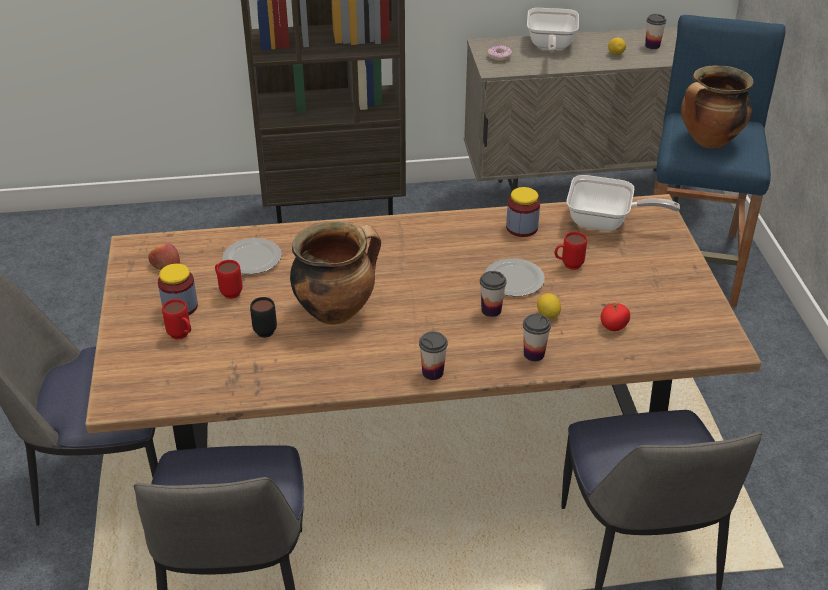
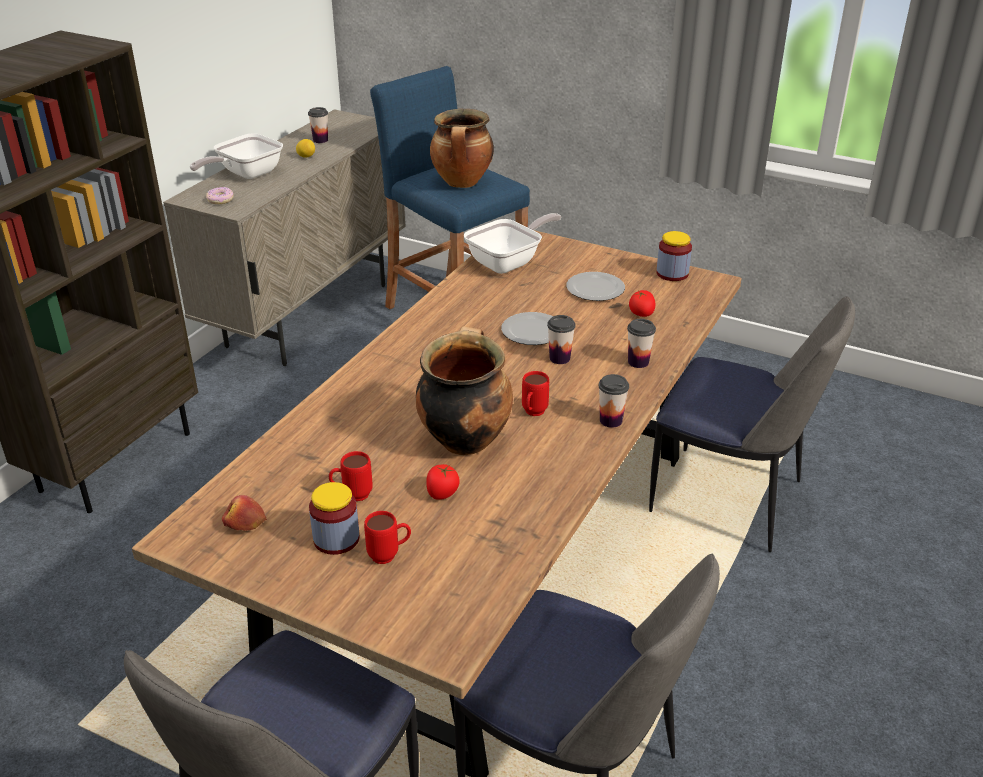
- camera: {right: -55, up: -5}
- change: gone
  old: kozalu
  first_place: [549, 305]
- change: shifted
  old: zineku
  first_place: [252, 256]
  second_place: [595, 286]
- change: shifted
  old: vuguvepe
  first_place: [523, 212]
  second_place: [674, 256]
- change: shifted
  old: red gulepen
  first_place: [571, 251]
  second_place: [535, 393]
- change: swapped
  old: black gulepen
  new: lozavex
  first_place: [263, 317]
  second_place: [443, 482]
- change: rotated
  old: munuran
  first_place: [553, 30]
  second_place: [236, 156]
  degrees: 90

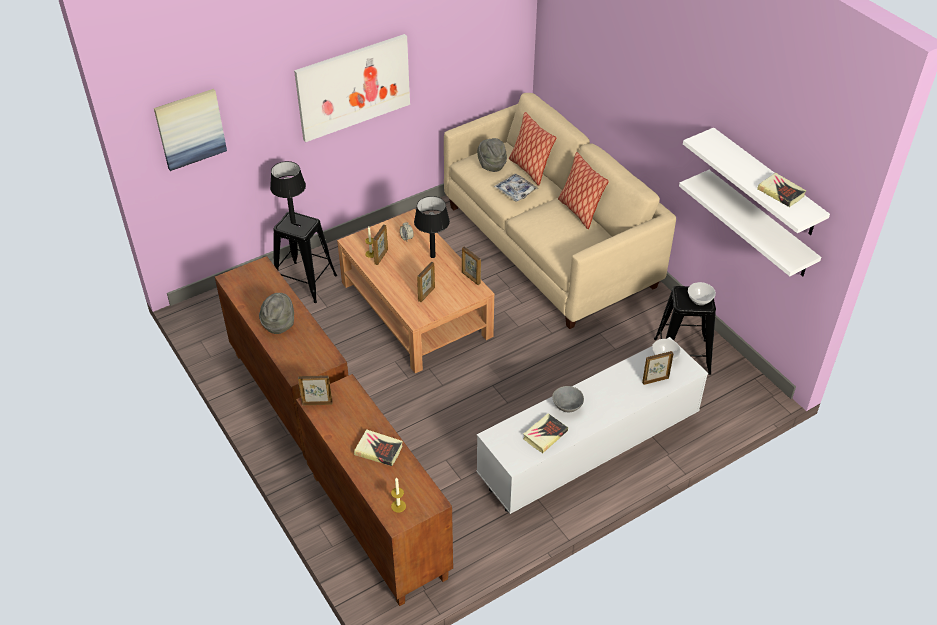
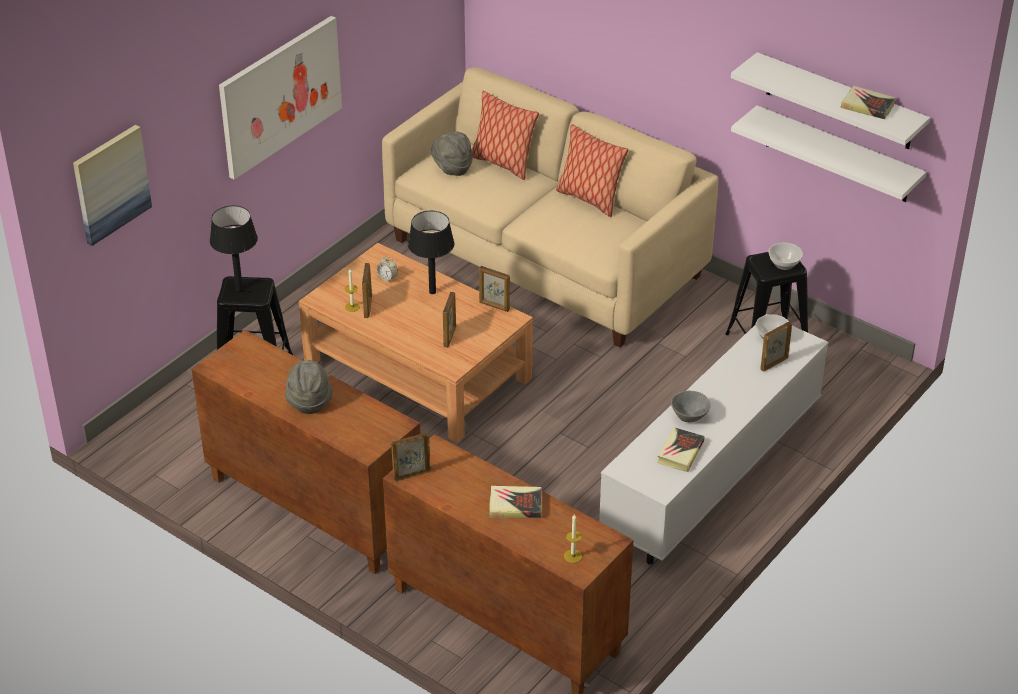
- camera: {right: -20, up: -5}
- change: gone
  old: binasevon
  first_place: [516, 188]

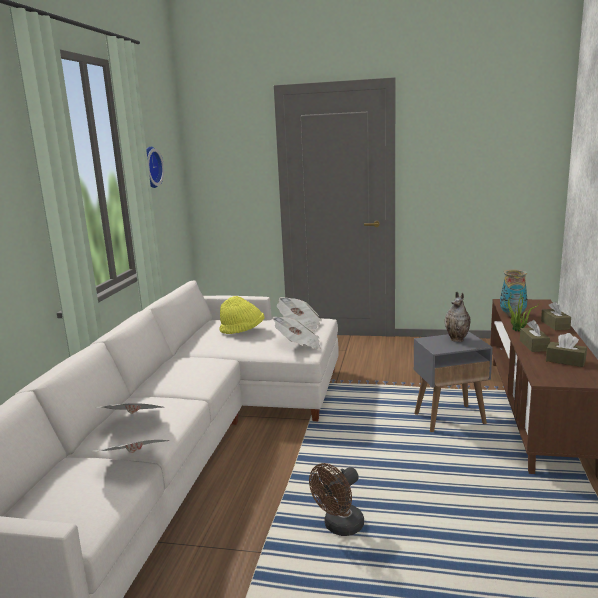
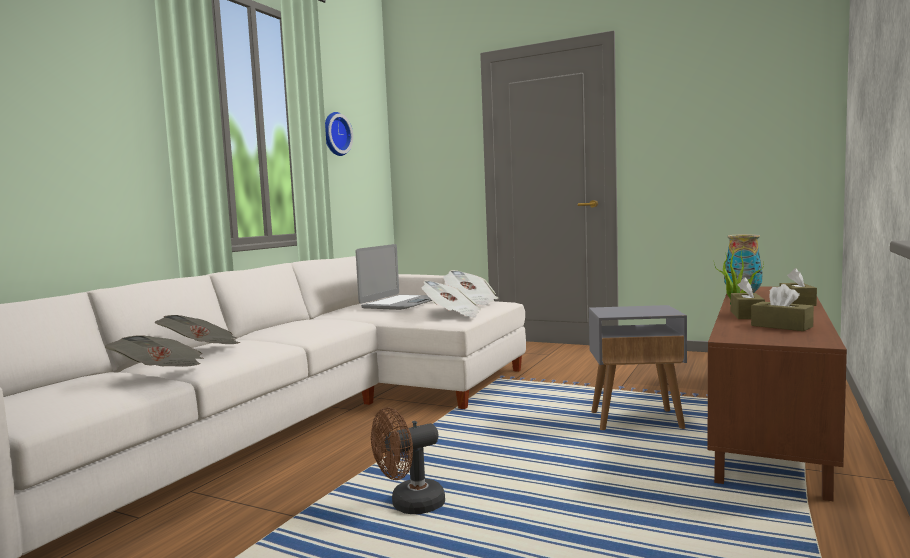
- camera: {right: 15, up: -10}
- change: gone
  old: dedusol
  first_place: [458, 317]
- change: swapped
  old: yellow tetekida
  new: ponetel
  first_place: [241, 315]
  second_place: [394, 277]

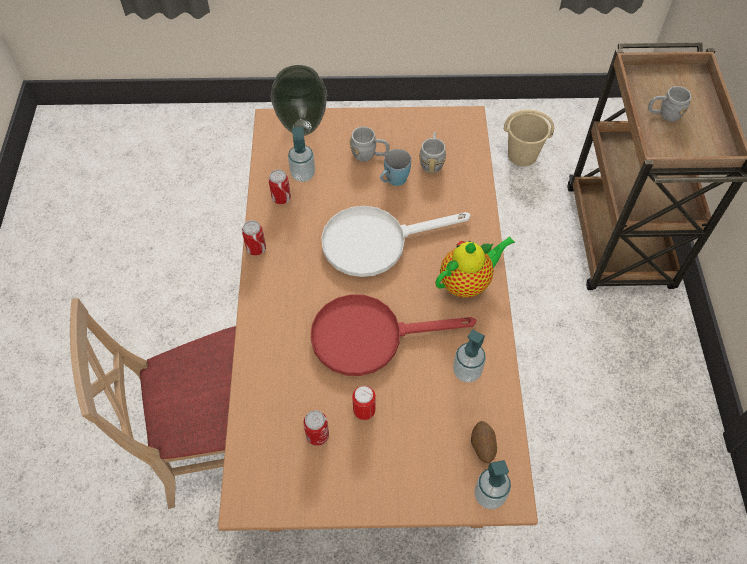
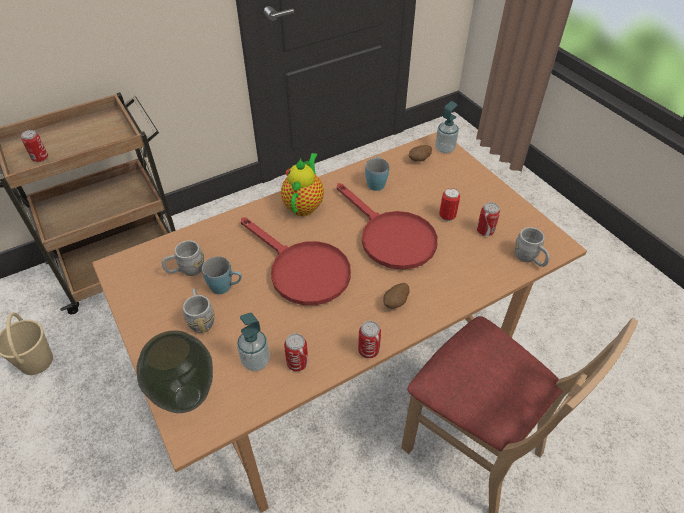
- camera: {right: -120, up: -10}
- change: new
  new: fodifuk
  second_place: [34, 146]
- change: new
  new: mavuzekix
  second_place: [396, 295]
- change: shifted
  old: grey gulepen
  first_place: [669, 104]
  second_place: [532, 247]
- change: swapped
  old: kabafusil
  new: blue gulepen
  first_place: [469, 356]
  second_place: [377, 173]
- change: repainted
  old: white munuran
  new: red munuran
  first_place: [396, 241]
  second_place: [296, 261]
- change: rotated
  old: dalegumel
  first_place: [475, 267]
  second_place: [302, 184]
  degrees: 75

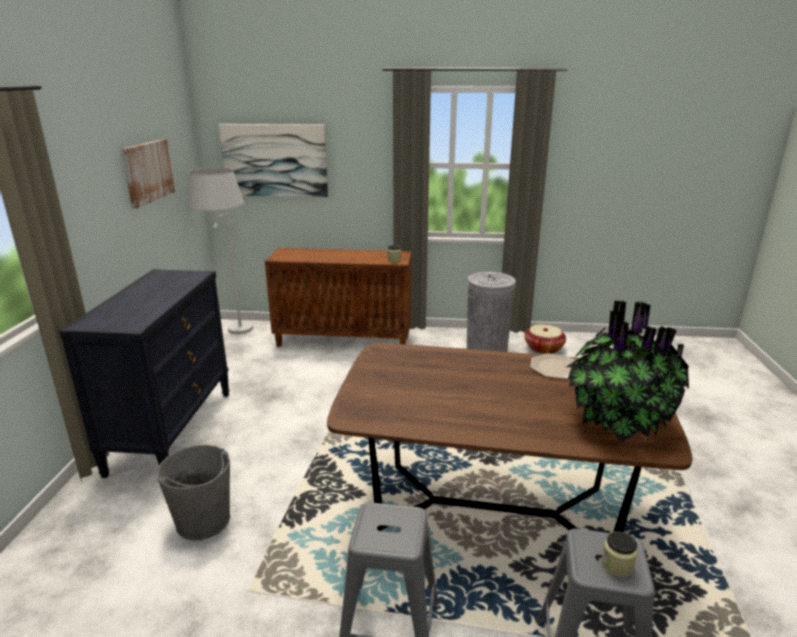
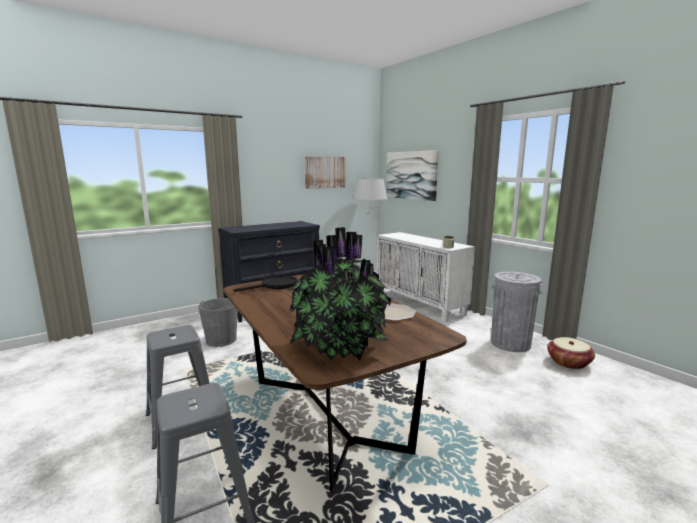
- camera: {right: 50, up: -10}
- change: gone
  old: vuguvepe
  first_place: [619, 554]
- change: new
  new: black munuran
  second_place: [265, 284]
- change: repainted
  old: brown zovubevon
  new: white zovubevon
  first_place: [338, 297]
  second_place: [425, 277]

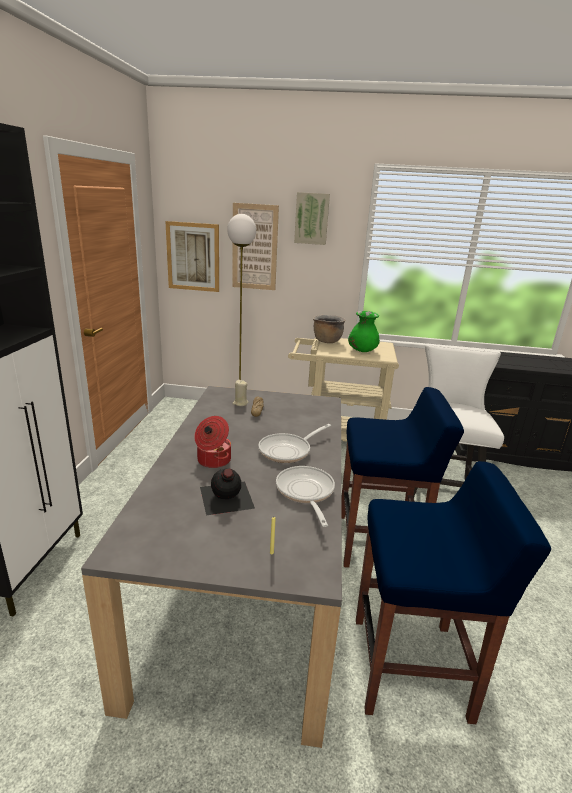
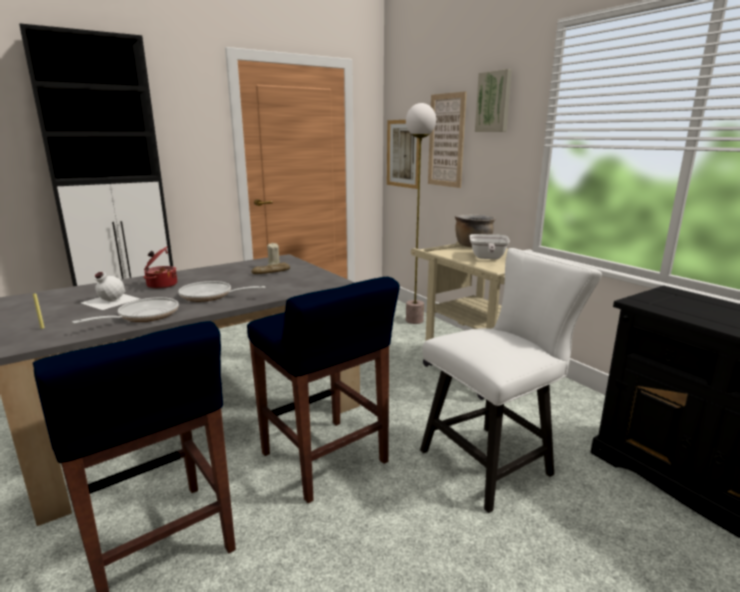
- camera: {right: 50, up: -5}
- change: swapped
  old: green dedusol
  new: munuran
  first_place: [364, 331]
  second_place: [489, 246]
- change: repainted
  old: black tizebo
  new: white tizebo
  first_place: [227, 491]
  second_place: [110, 291]

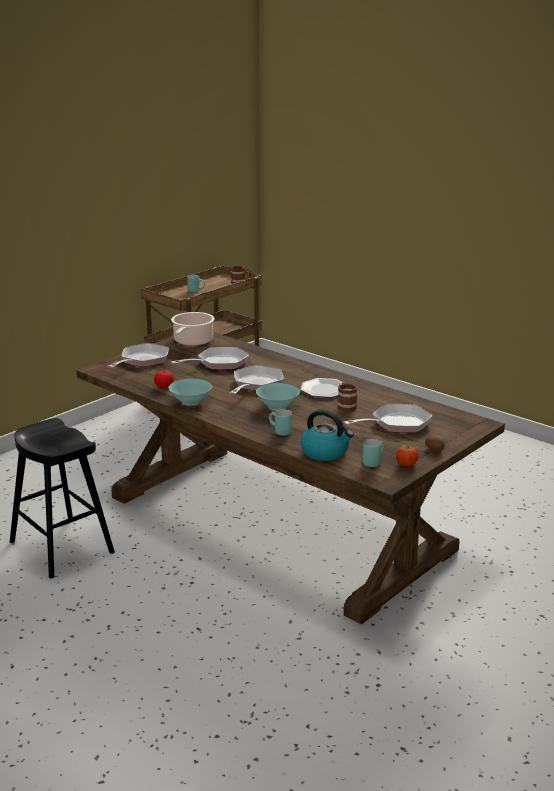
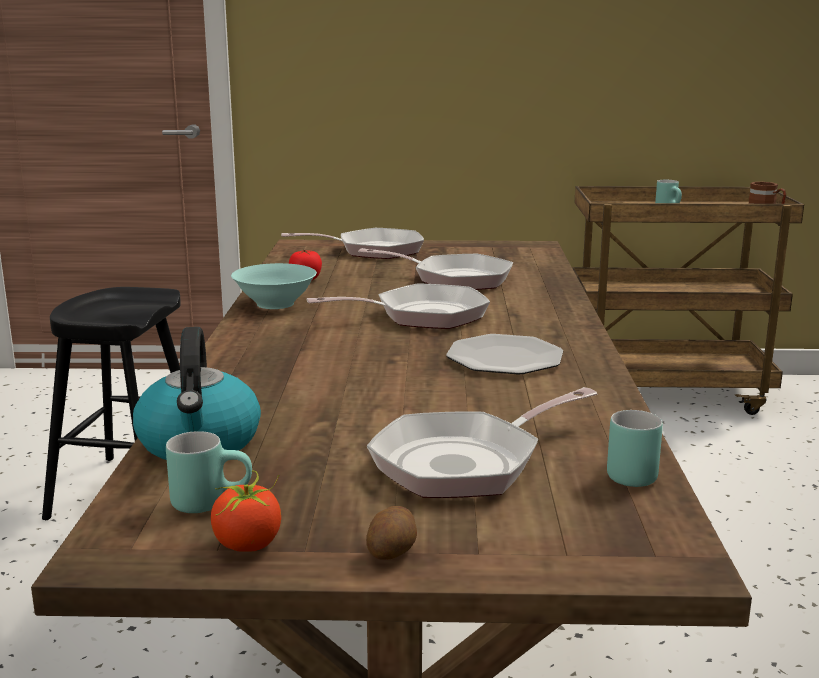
- camera: {right: 50, up: -5}
- change: gone
  old: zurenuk
  first_place: [193, 329]
- change: gone
  old: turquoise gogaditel
  first_place: [278, 396]
- change: gone
  old: brown gulepen
  first_place: [348, 397]
- change: shifted
  old: turquoise gulepen
  first_place: [280, 422]
  second_place: [635, 448]
- change: rotated
  old: munuran
  first_place: [387, 418]
  second_place: [482, 442]
  degrees: 120

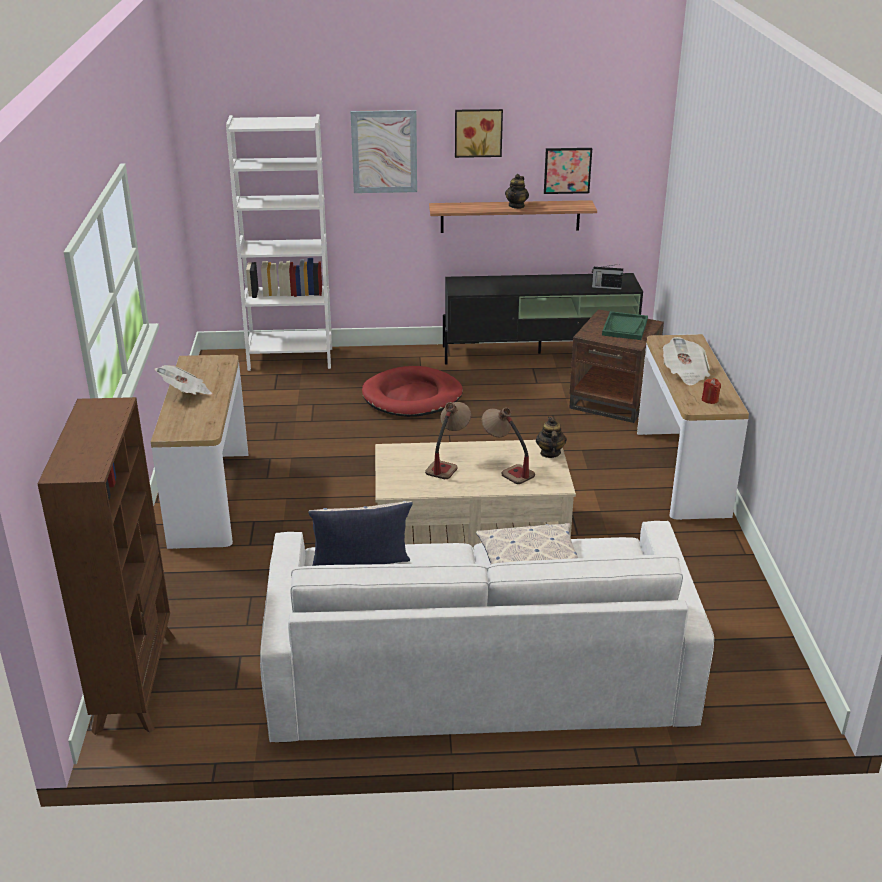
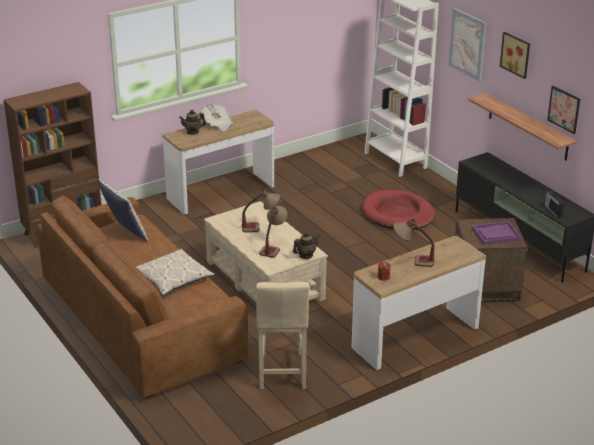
- camera: {right: 60, up: 0}
- change: new
  new: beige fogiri
  second_place: [282, 335]
- change: shifted
  old: dalegumel
  first_place: [517, 191]
  second_place: [192, 122]
- change: swapped
  old: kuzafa
  new: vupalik
  first_place: [686, 361]
  second_place: [414, 242]
- change: repainted
  old: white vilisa
  new: brown vilisa
  first_place: [487, 632]
  second_place: [142, 297]
- change: repainted
  old: green binasevon
  new: purple binasevon
  first_place: [625, 325]
  second_place: [496, 233]

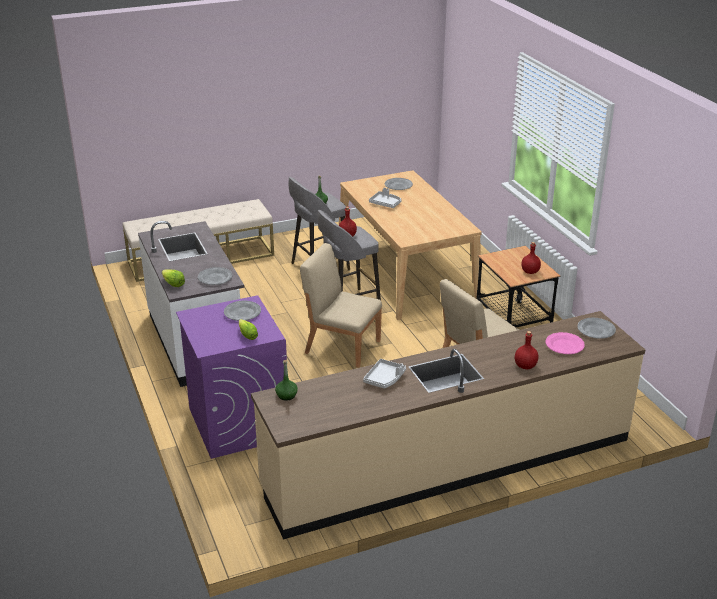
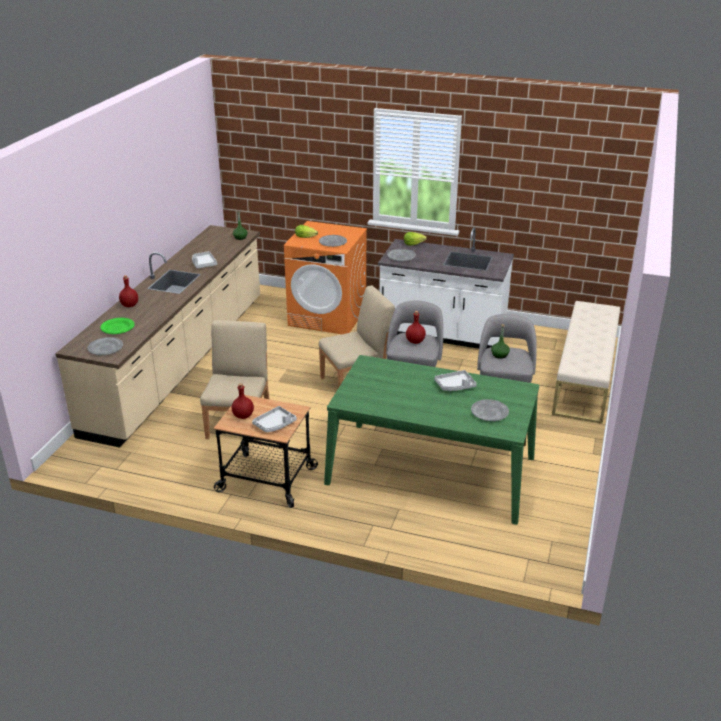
- camera: {right: 130, up: 0}
- change: new
  new: grey binasevon
  second_place: [274, 419]
- change: repainted
  old: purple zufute
  new: orange zufute
  first_place: [231, 377]
  second_place: [325, 277]
- change: repainted
  old: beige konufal
  new: green konufal
  first_place: [410, 245]
  second_place: [431, 440]
- change: repainted
  old: pink zineku
  new: green zineku
  first_place: [565, 343]
  second_place: [117, 326]

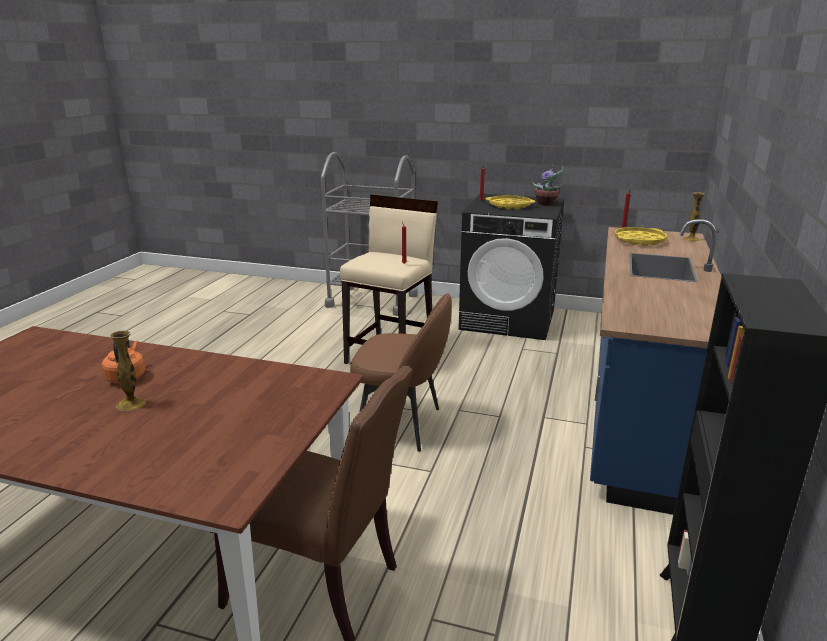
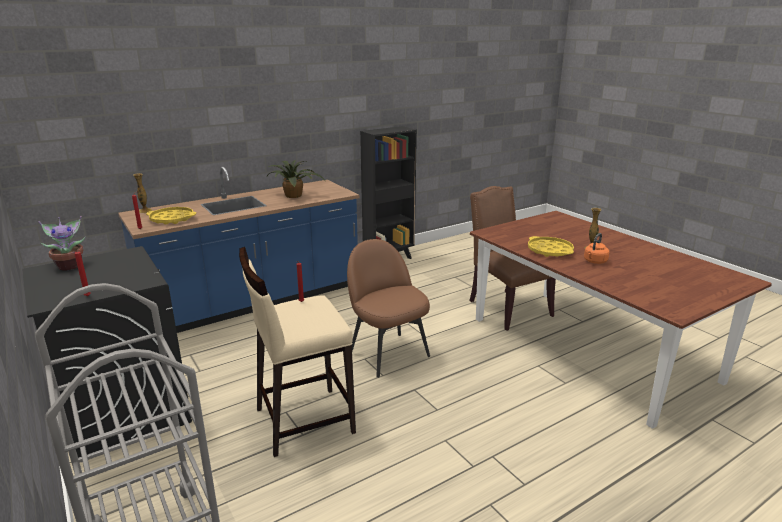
- camera: {right: -140, up: 0}
- change: new
  new: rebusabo
  second_place: [296, 179]
- change: shifted
  old: yellow binasevon
  first_place: [510, 202]
  second_place: [551, 246]

